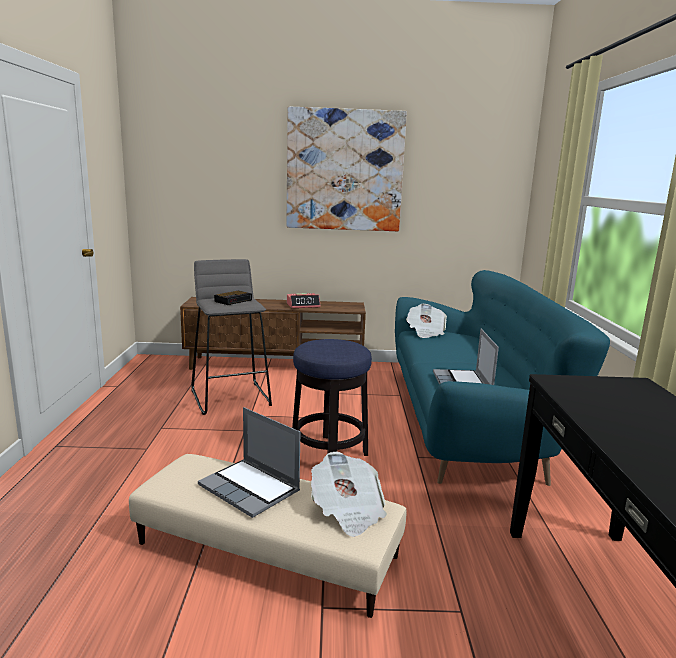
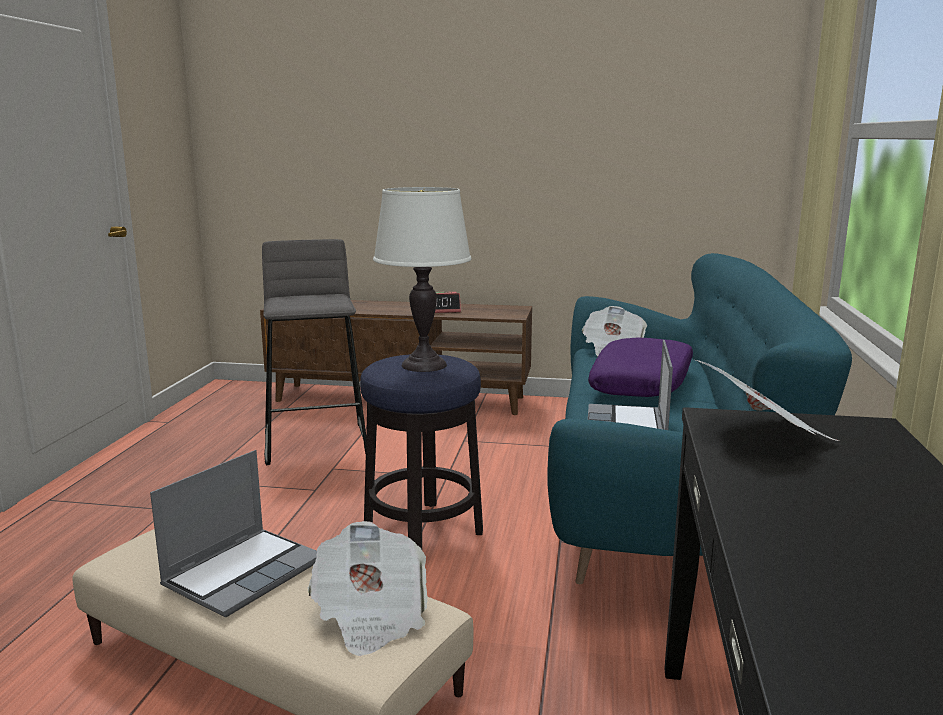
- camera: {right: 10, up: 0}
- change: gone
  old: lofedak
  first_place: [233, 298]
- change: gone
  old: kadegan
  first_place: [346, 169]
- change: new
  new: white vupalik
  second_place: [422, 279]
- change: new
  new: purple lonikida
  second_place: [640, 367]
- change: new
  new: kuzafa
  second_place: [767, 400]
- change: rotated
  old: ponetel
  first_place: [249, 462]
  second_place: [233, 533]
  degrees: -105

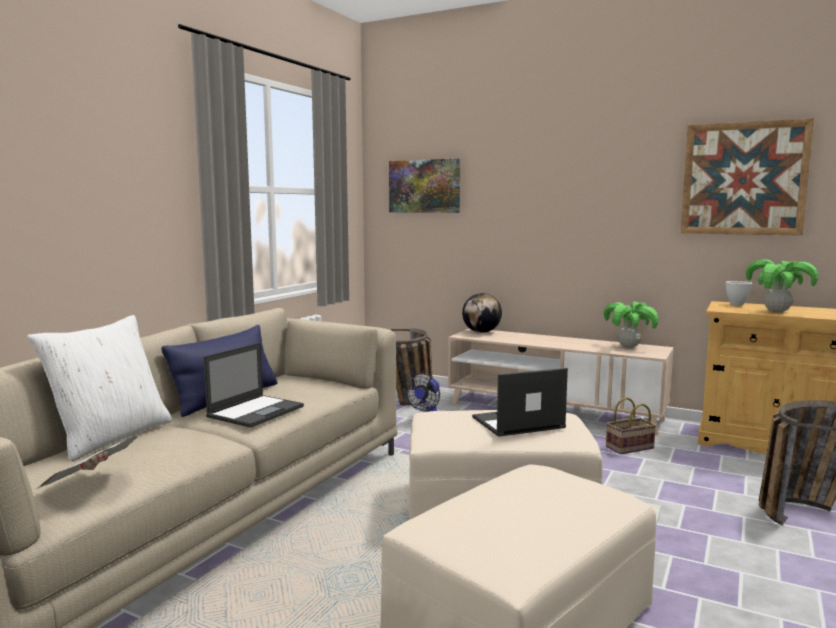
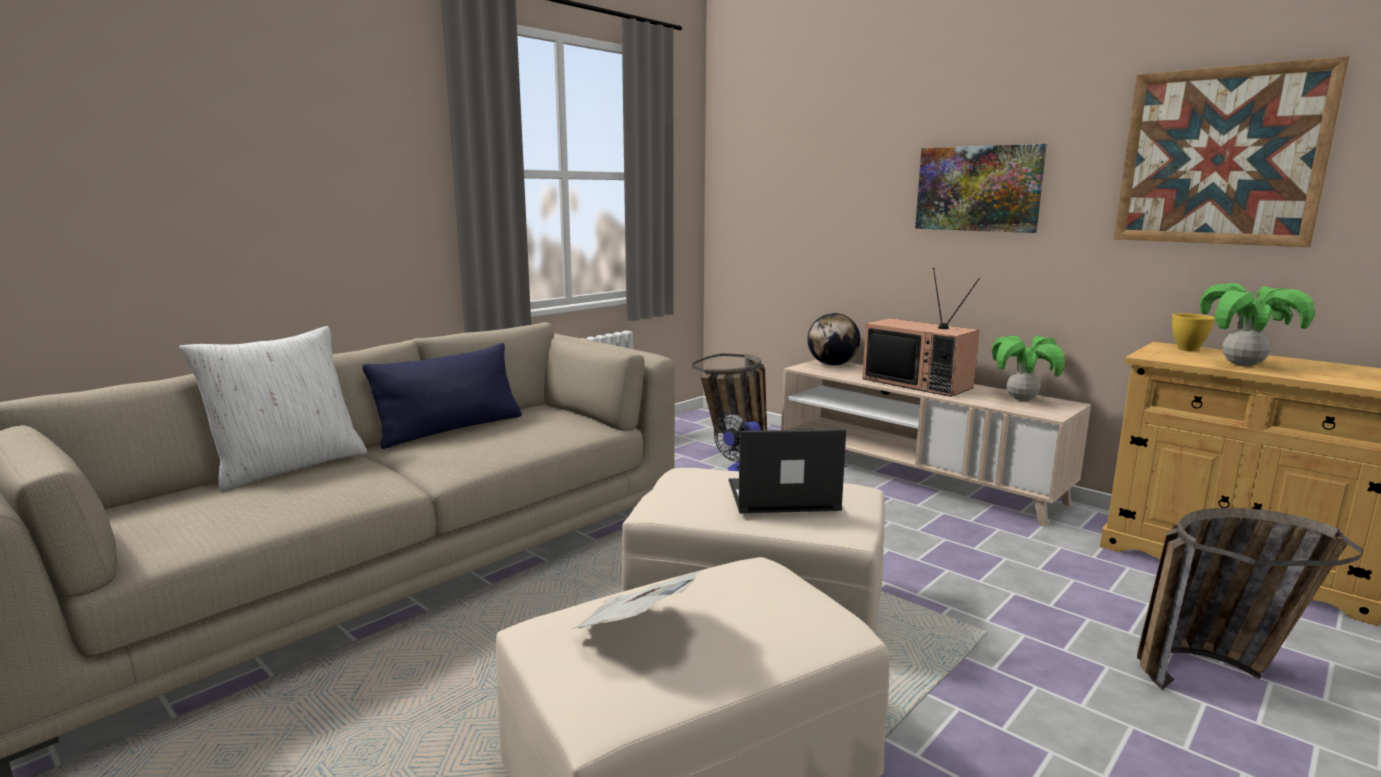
- camera: {right: 15, up: 5}
- change: gone
  old: ponetel
  first_place: [254, 385]
- change: gone
  old: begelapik
  first_place: [631, 425]
- change: new
  new: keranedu
  second_place: [921, 332]
- change: shifted
  old: kuzafa
  first_place: [87, 463]
  second_place: [637, 599]
- change: shifted
  old: kadegan
  first_place: [424, 186]
  second_place: [981, 188]
- change: repainted
  old: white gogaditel
  new: yellow gogaditel
  first_place: [739, 293]
  second_place: [1193, 332]

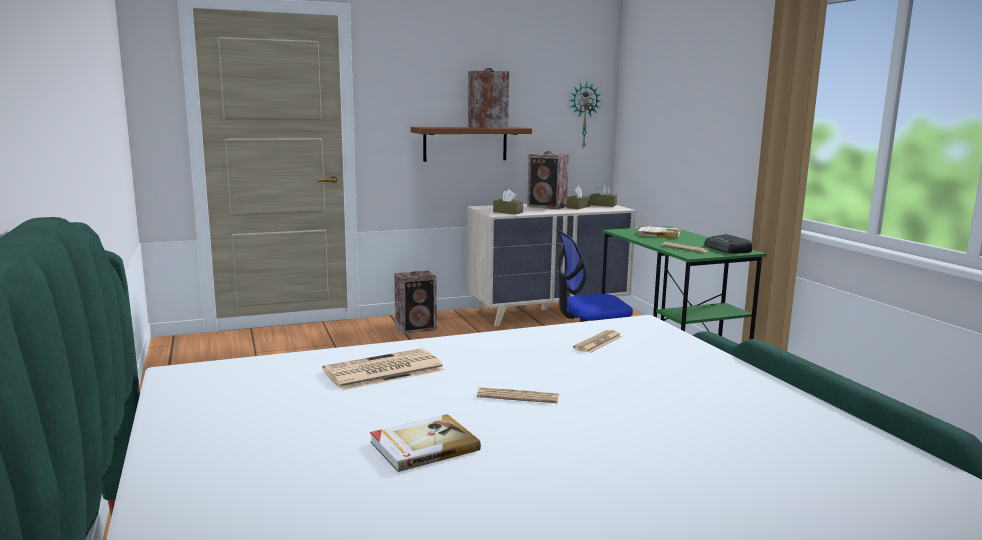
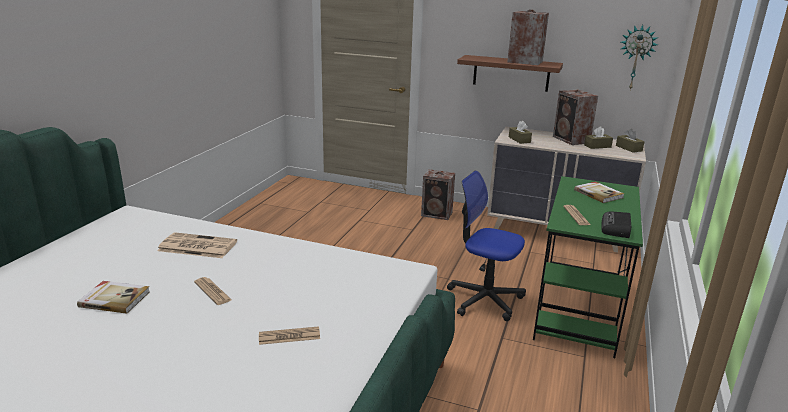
- camera: {right: 40, up: 10}
- change: shifted
  old: kuzafa
  first_place: [597, 341]
  second_place: [289, 335]

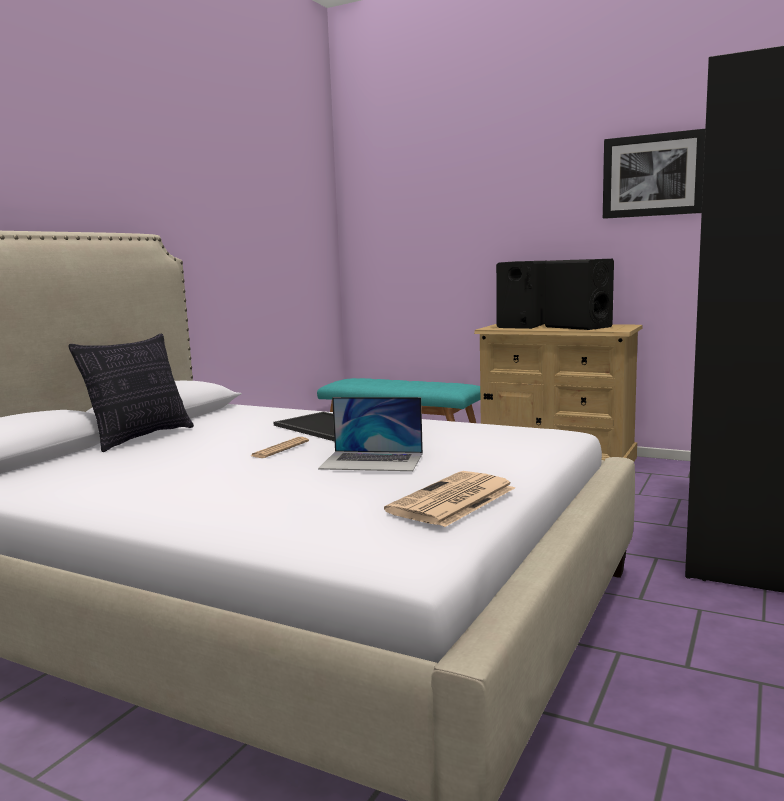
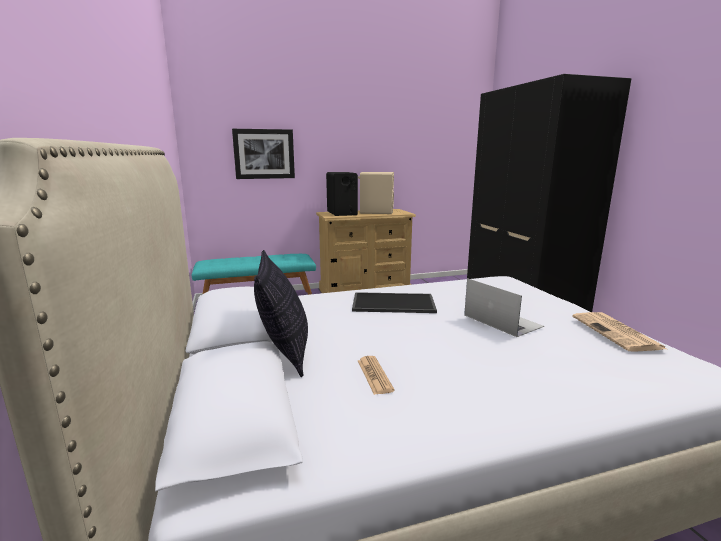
- camera: {right: -45, up: 5}
- change: shifted
  old: kuzafa
  first_place: [280, 447]
  second_place: [376, 375]
- change: shifted
  old: kadegan
  first_place: [654, 174]
  second_place: [263, 154]
- change: repainted
  old: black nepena
  new: beige nepena
  first_place: [579, 294]
  second_place: [376, 193]
- change: rotated
  old: ponetel
  first_place: [370, 434]
  second_place: [504, 307]
  degrees: -90

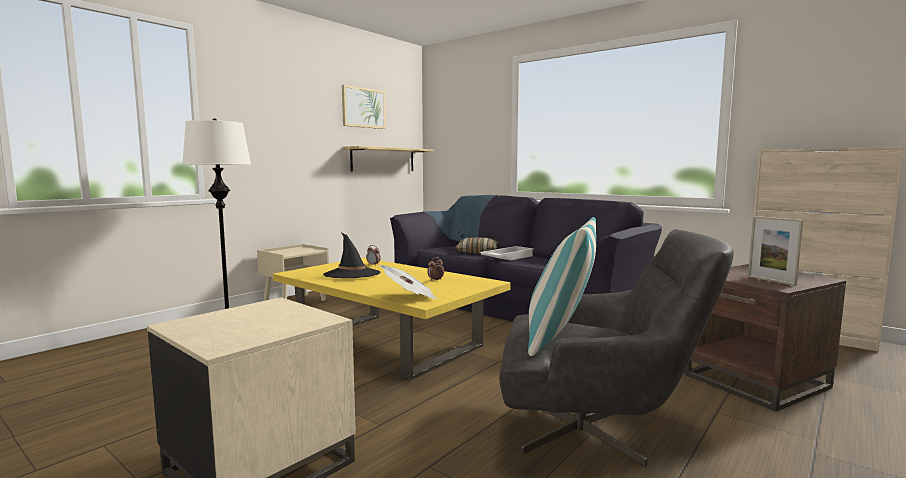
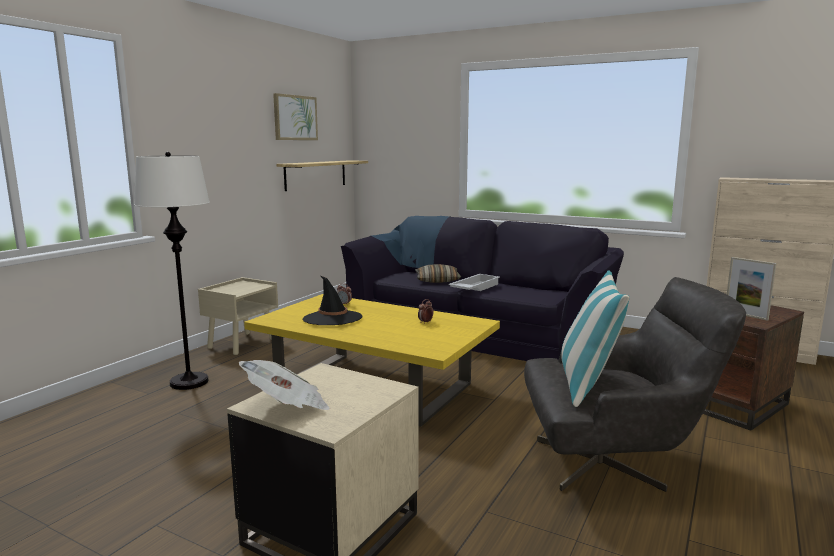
- camera: {right: -10, up: 5}
- change: shifted
  old: kuzafa
  first_place: [408, 282]
  second_place: [284, 385]

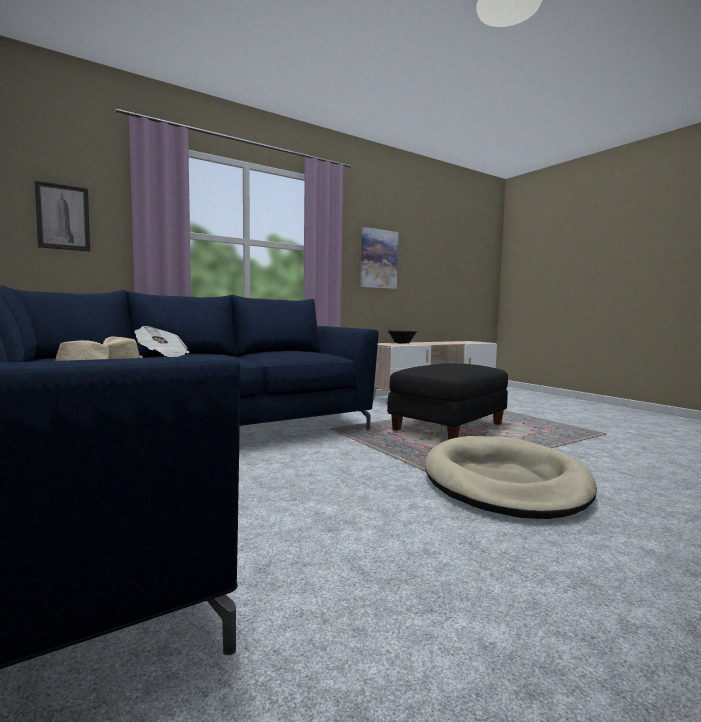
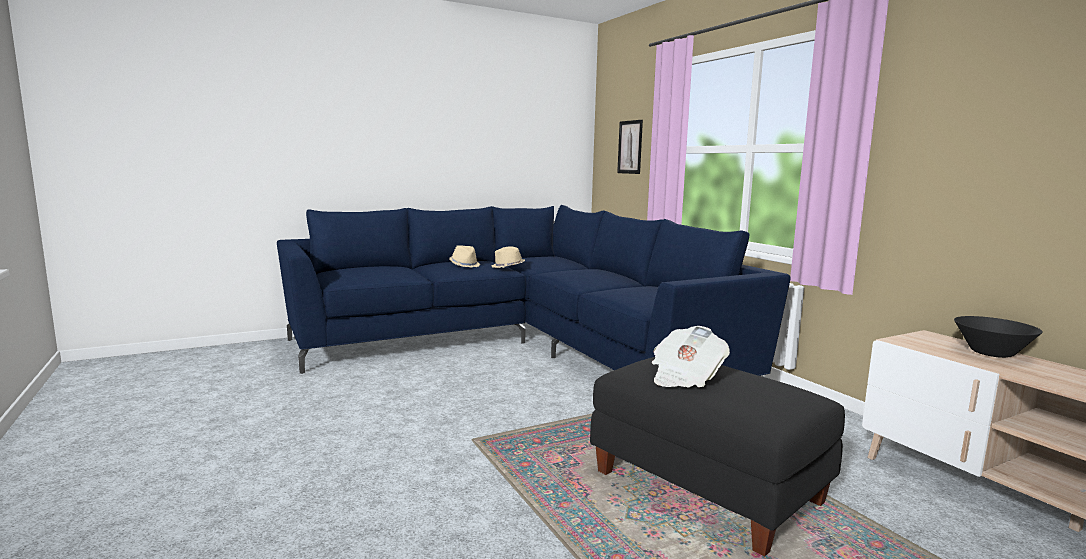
- camera: {right: 95, up: 5}
- change: gone
  old: kadegan
  first_place: [379, 258]
- change: gone
  old: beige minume
  first_place: [511, 477]
- change: shifted
  old: kuzafa
  first_place: [162, 341]
  second_place: [691, 356]

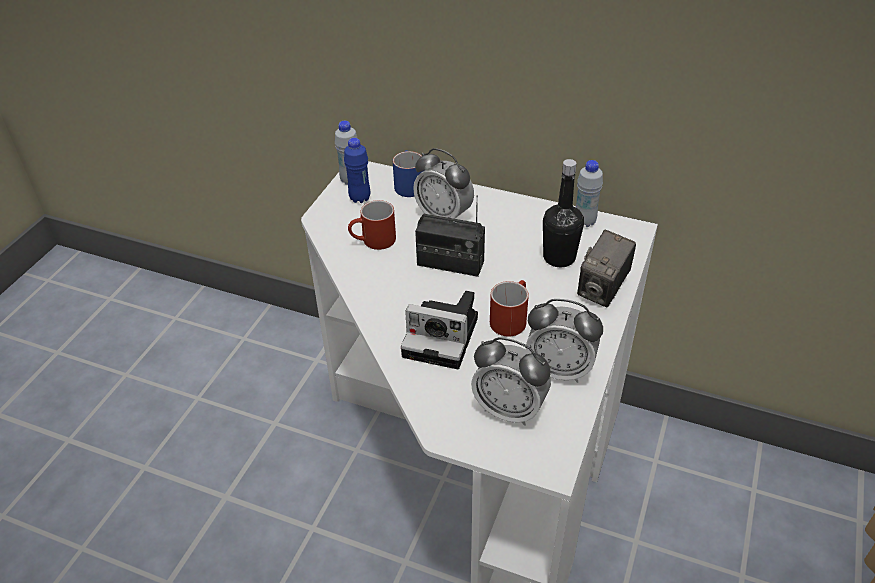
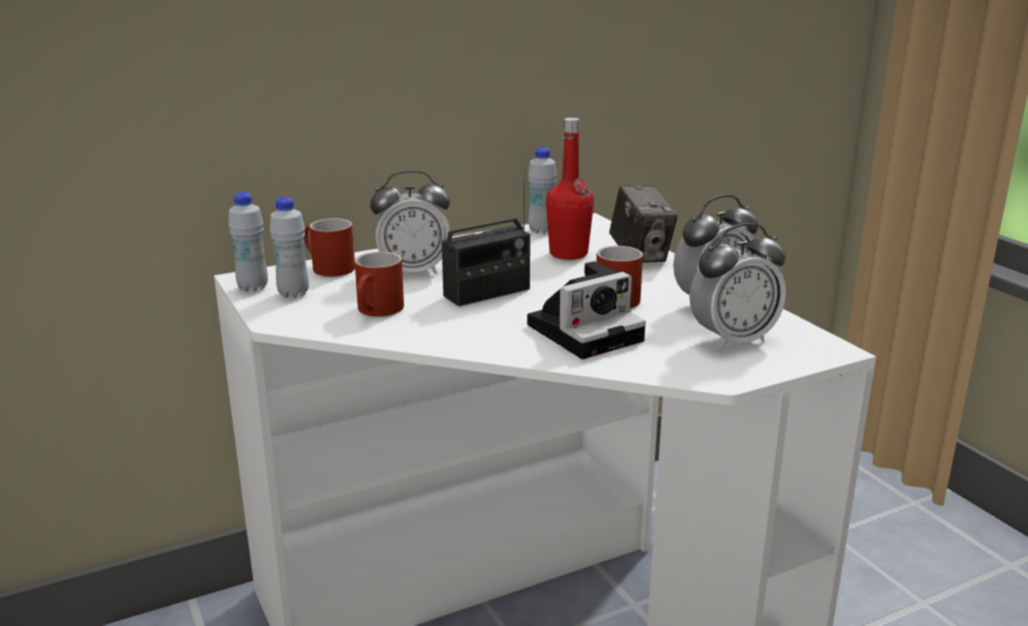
- camera: {right: -50, up: -20}
- change: repainted
  old: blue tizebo
  new: white tizebo
  first_place: [357, 170]
  second_place: [289, 247]
- change: repainted
  old: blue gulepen
  new: red gulepen
  first_place: [408, 173]
  second_place: [329, 247]
- change: repainted
  old: black tizebo
  new: red tizebo
  first_place: [563, 213]
  second_place: [570, 189]

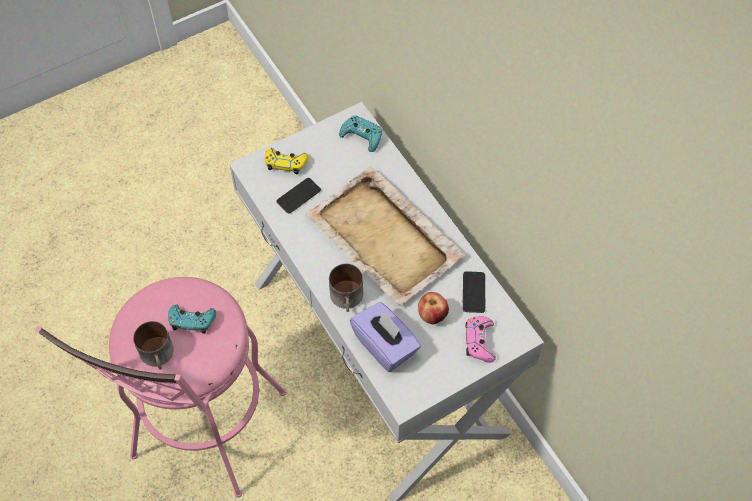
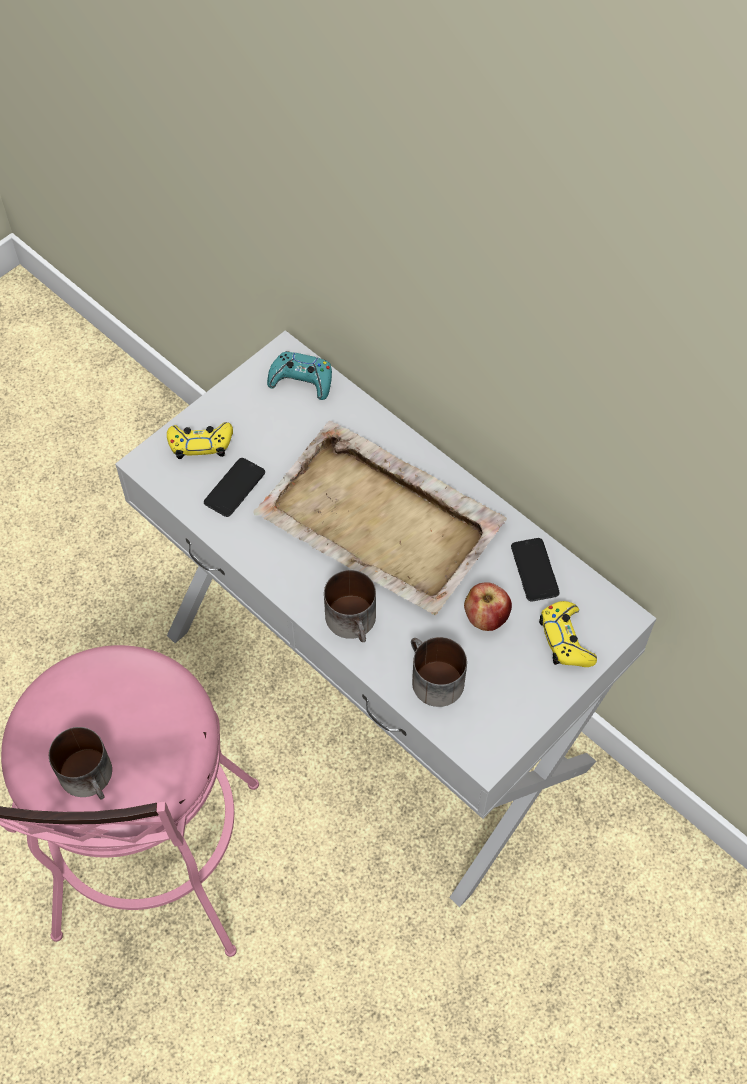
- camera: {right: -15, up: 0}
- change: gone
  old: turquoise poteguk
  first_place: [192, 319]
- change: swapped
  old: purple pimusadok
  new: gulepen
  first_place: [385, 337]
  second_place: [439, 672]
- change: repainted
  old: pink poteguk
  new: yellow poteguk
  first_place: [481, 339]
  second_place: [568, 634]

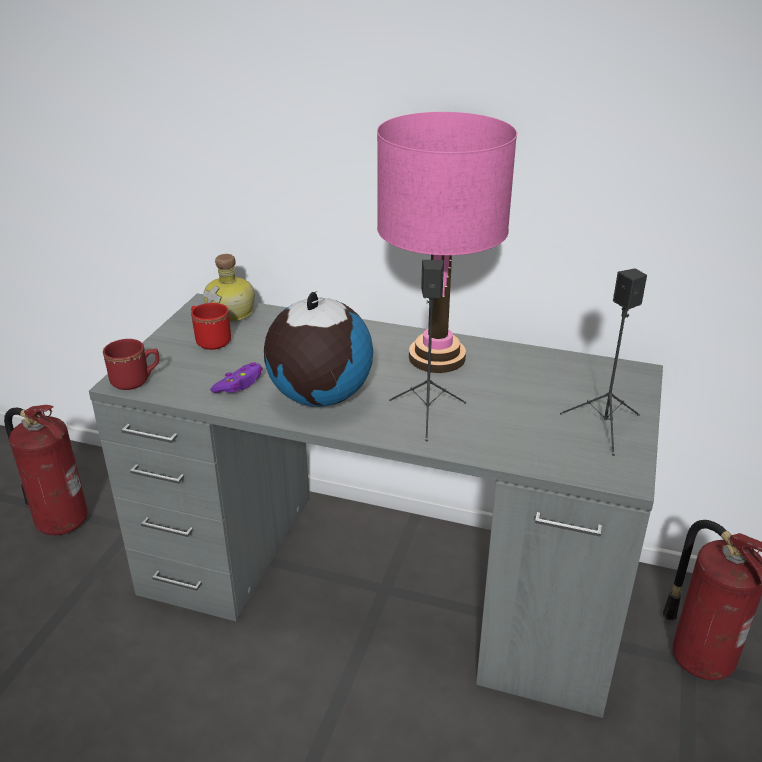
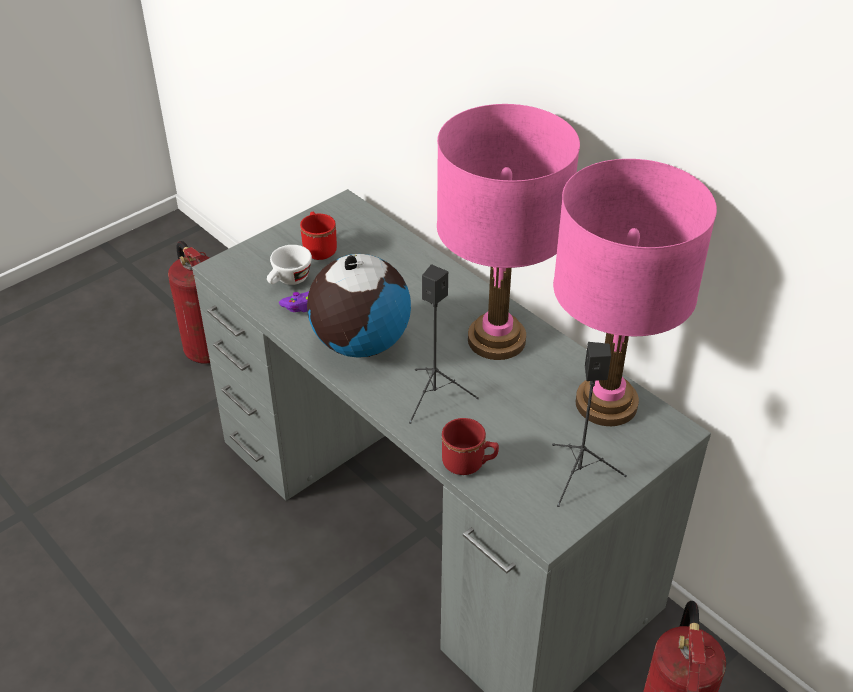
- camera: {right: 30, up: 10}
- change: gone
  old: tizebo
  first_place: [229, 288]
- change: new
  new: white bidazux
  second_place: [289, 265]
- change: new
  new: pink vupalik
  second_place: [635, 292]
- change: shifted
  old: red gulepen
  first_place: [131, 364]
  second_place: [470, 446]

